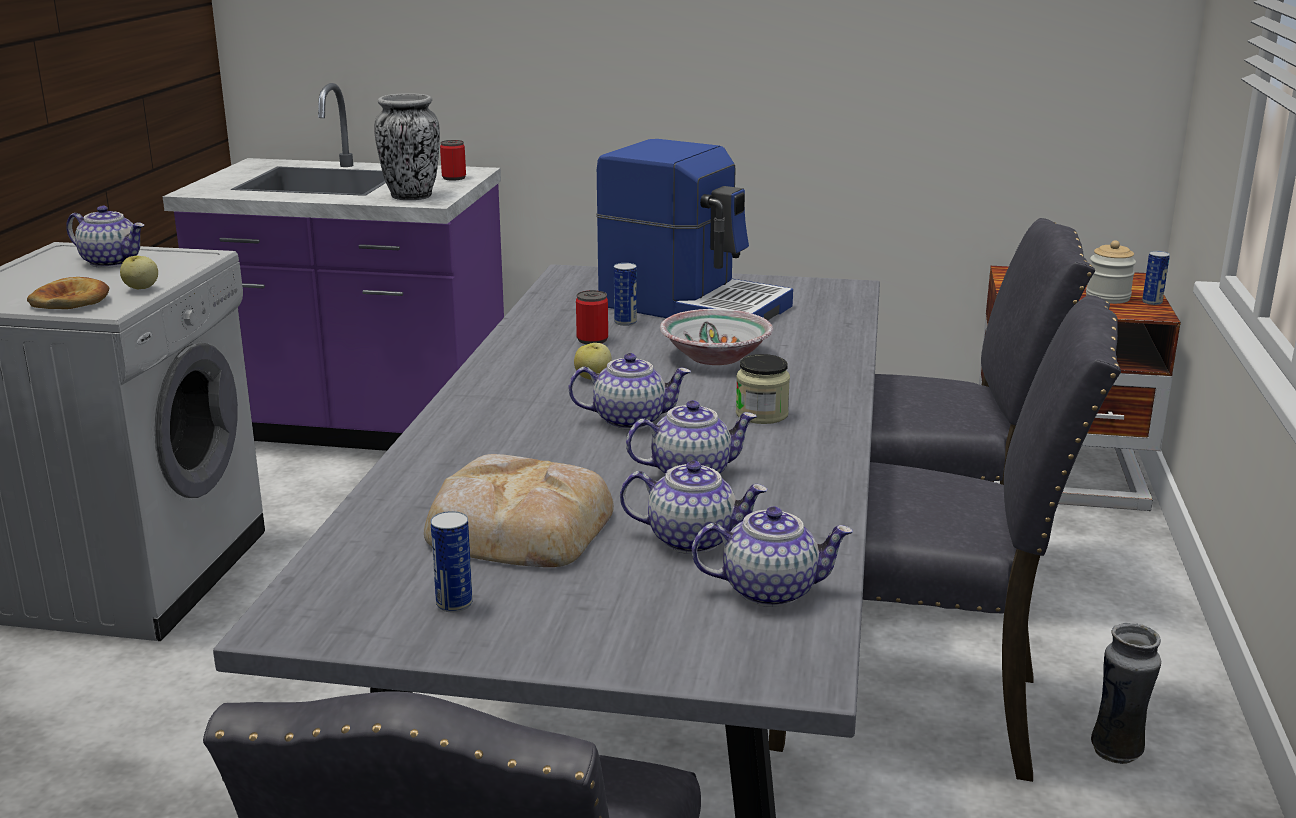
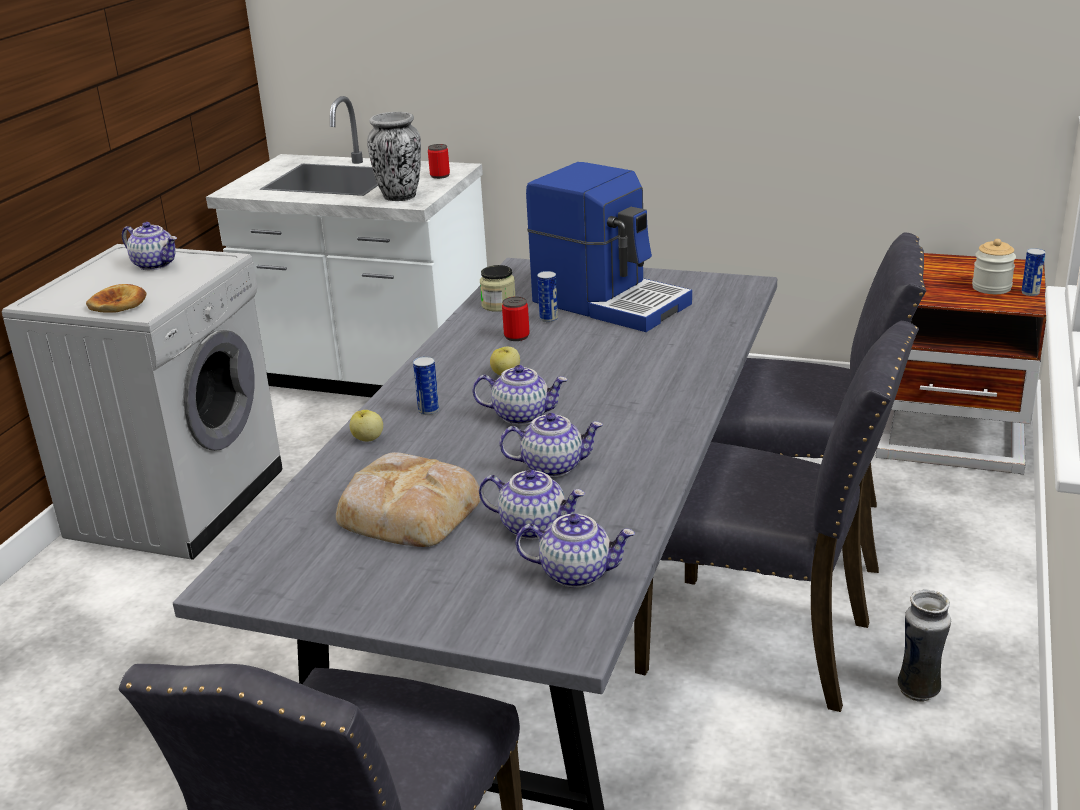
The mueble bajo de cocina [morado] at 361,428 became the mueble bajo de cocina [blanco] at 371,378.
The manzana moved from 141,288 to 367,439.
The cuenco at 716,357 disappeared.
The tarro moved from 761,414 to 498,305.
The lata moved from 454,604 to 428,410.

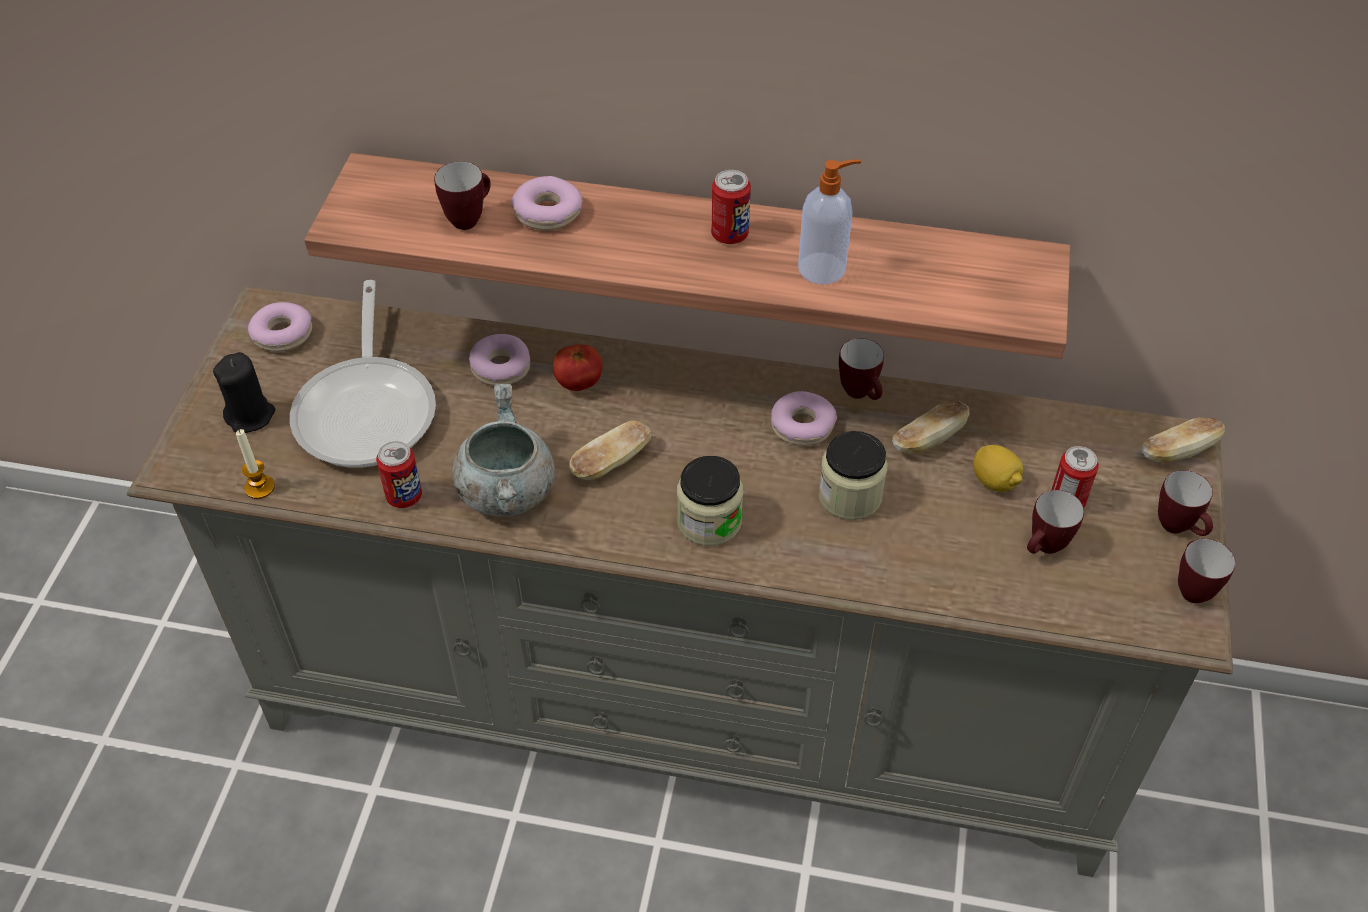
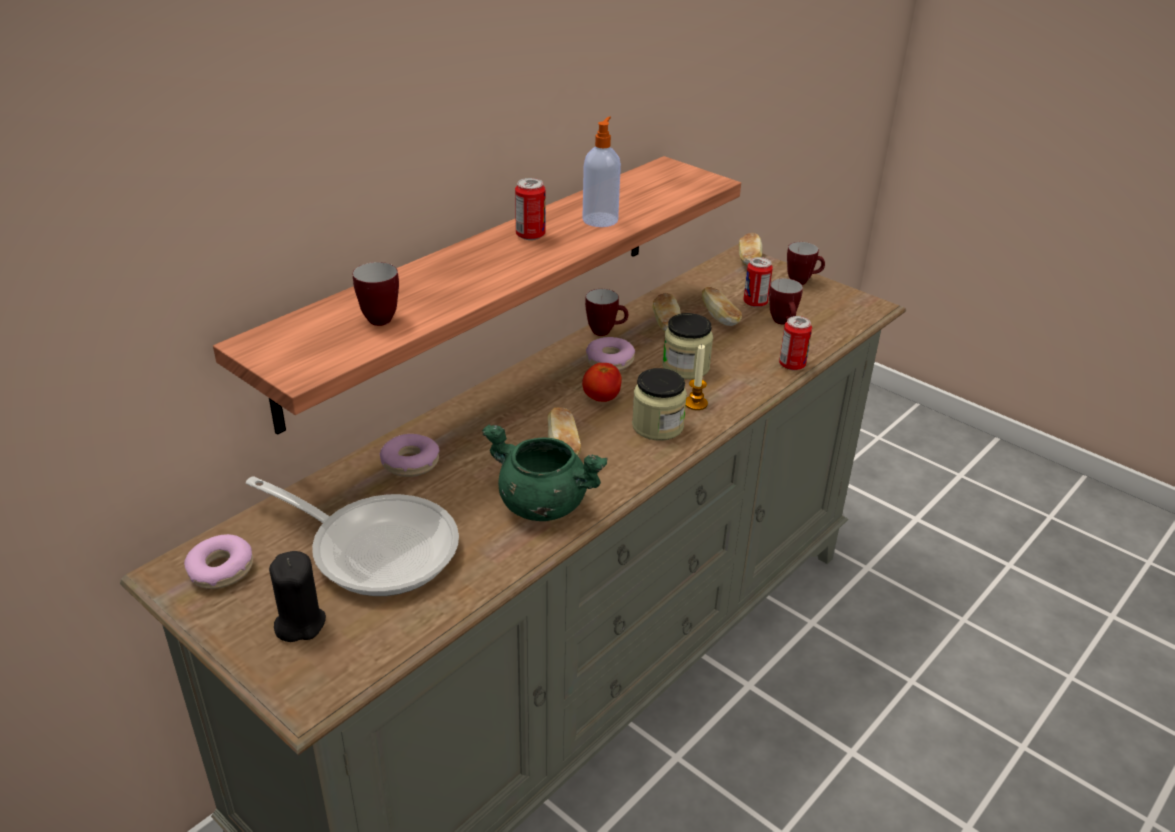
The rosquilla at 548,213 disappeared.
The tomate moved from 579,383 to 601,398.
The olla [gris] at 506,490 became the olla [verde] at 541,504.
The vela moved from 259,487 to 695,403.
The lata moved from 404,496 to 792,365.
The limón at 994,481 was replaced by the pan at 720,317.
The taza grande at 1190,587 disappeared.

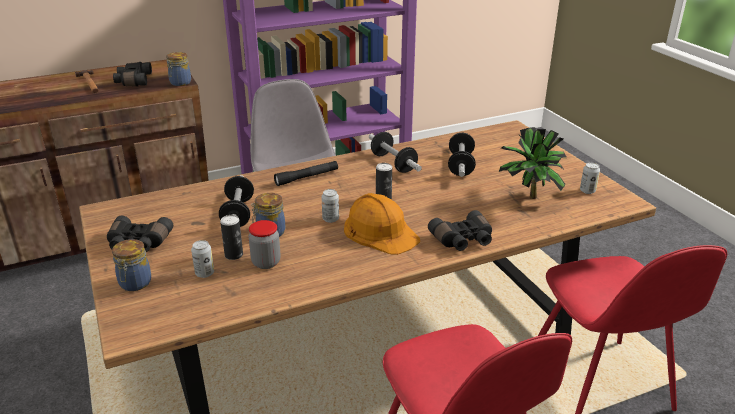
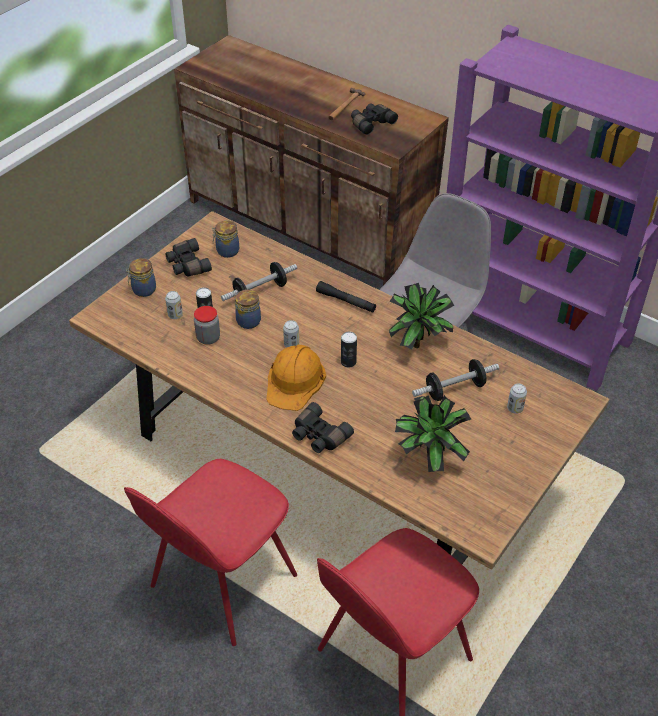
The tarro moved from 180,83 to 226,251.
The mancuerna at 393,163 was replaced by the planta en maceta at 418,343.
The lata moved from 587,191 to 515,408.

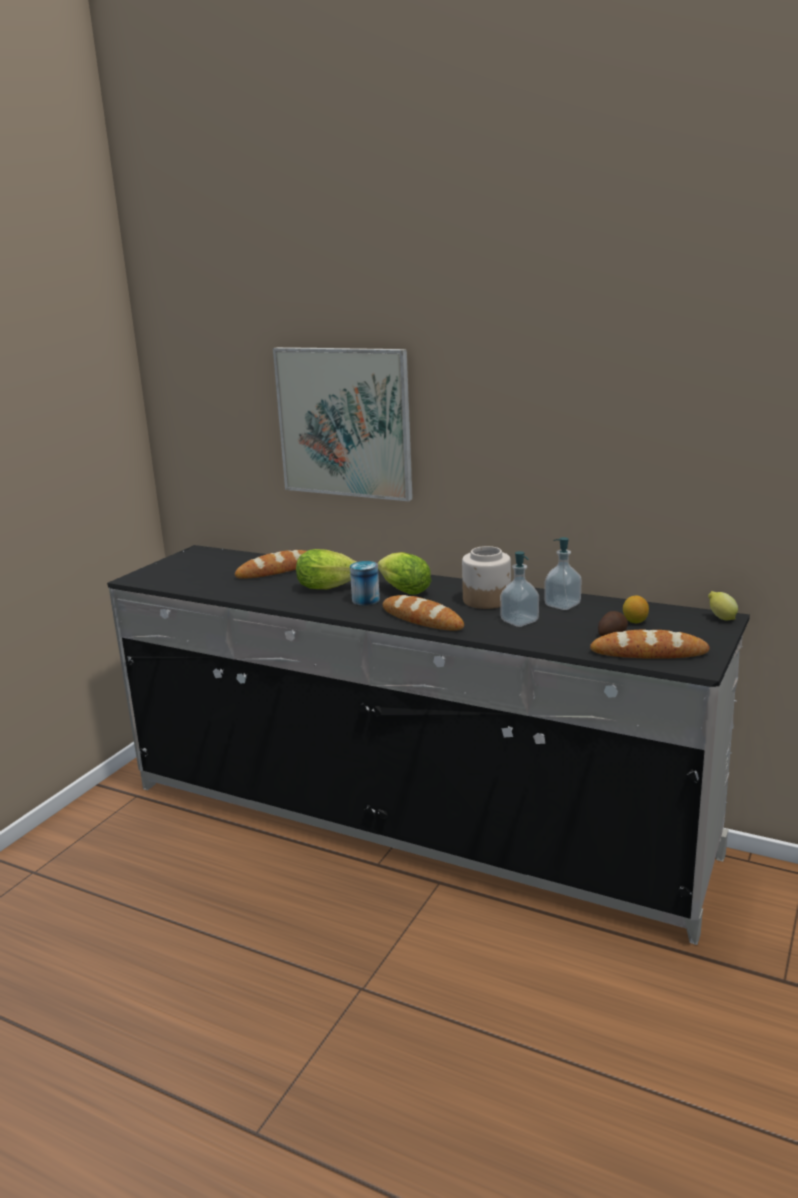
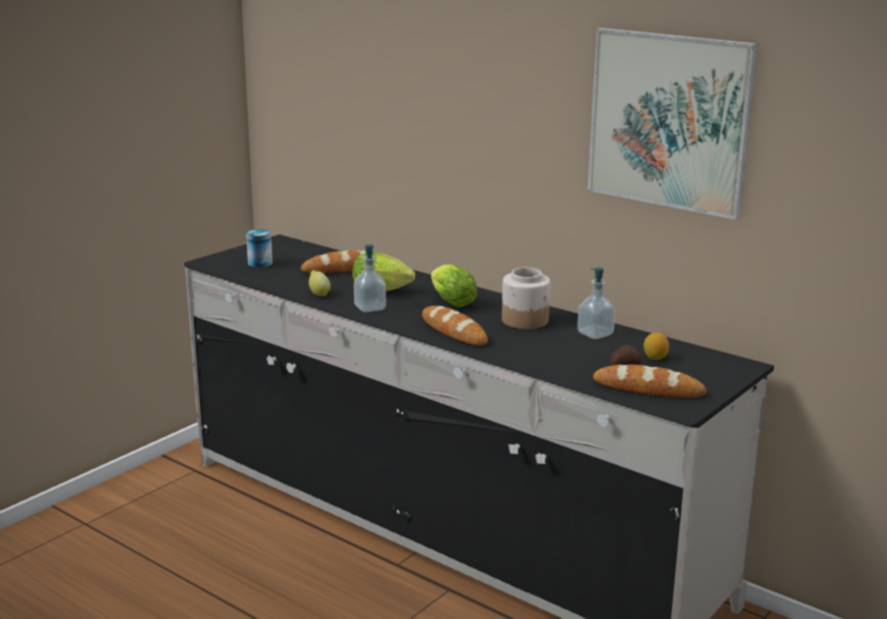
The cuadro moved from 344,422 to 669,121.
The dispensador de jabón moved from 519,621 to 370,308.
The lata moved from 365,600 to 260,263.
The limón moved from 721,618 to 319,294.

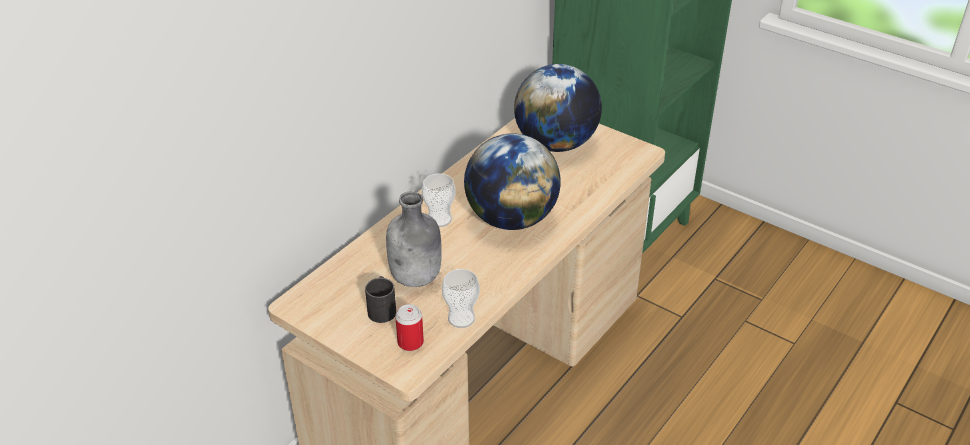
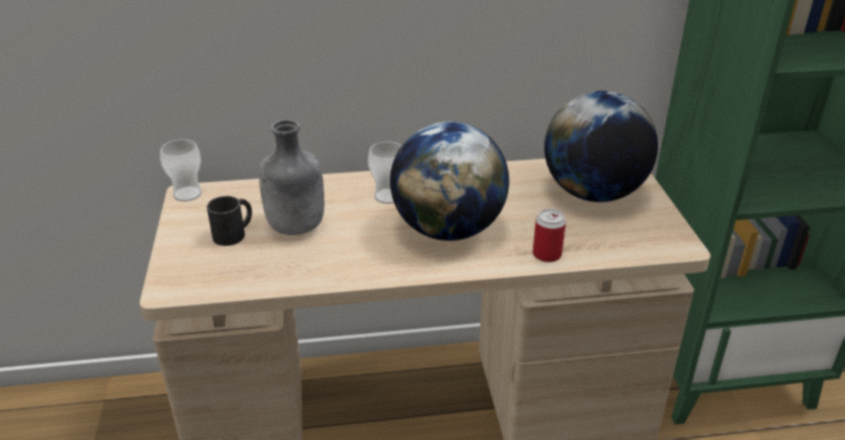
The taza moved from 461,318 to 187,194.
The lata moved from 410,342 to 546,254.

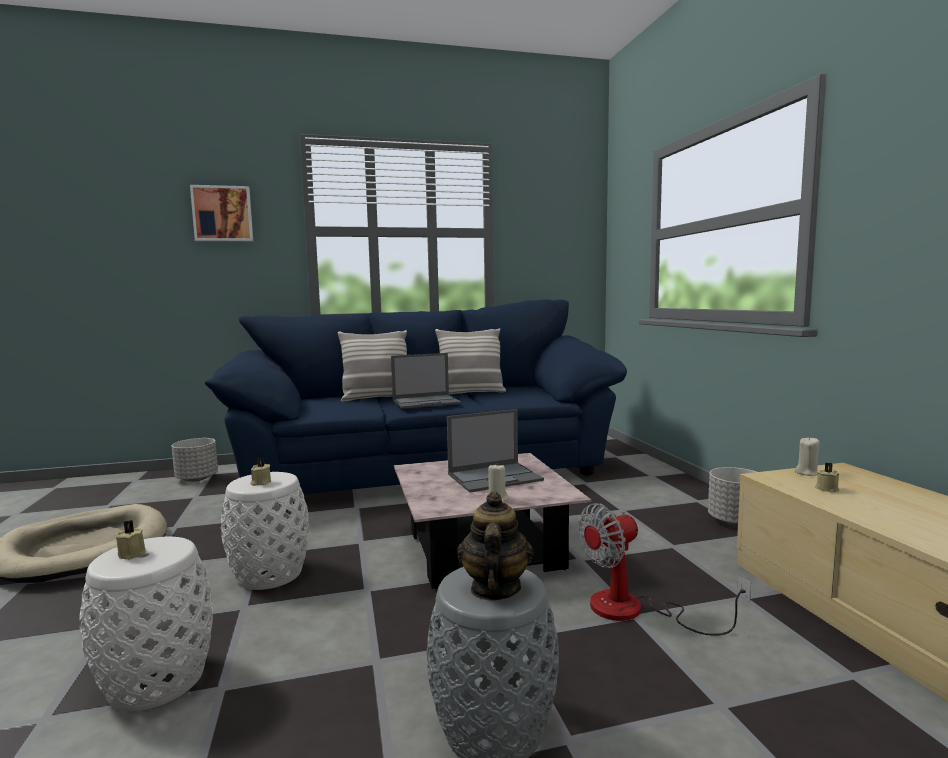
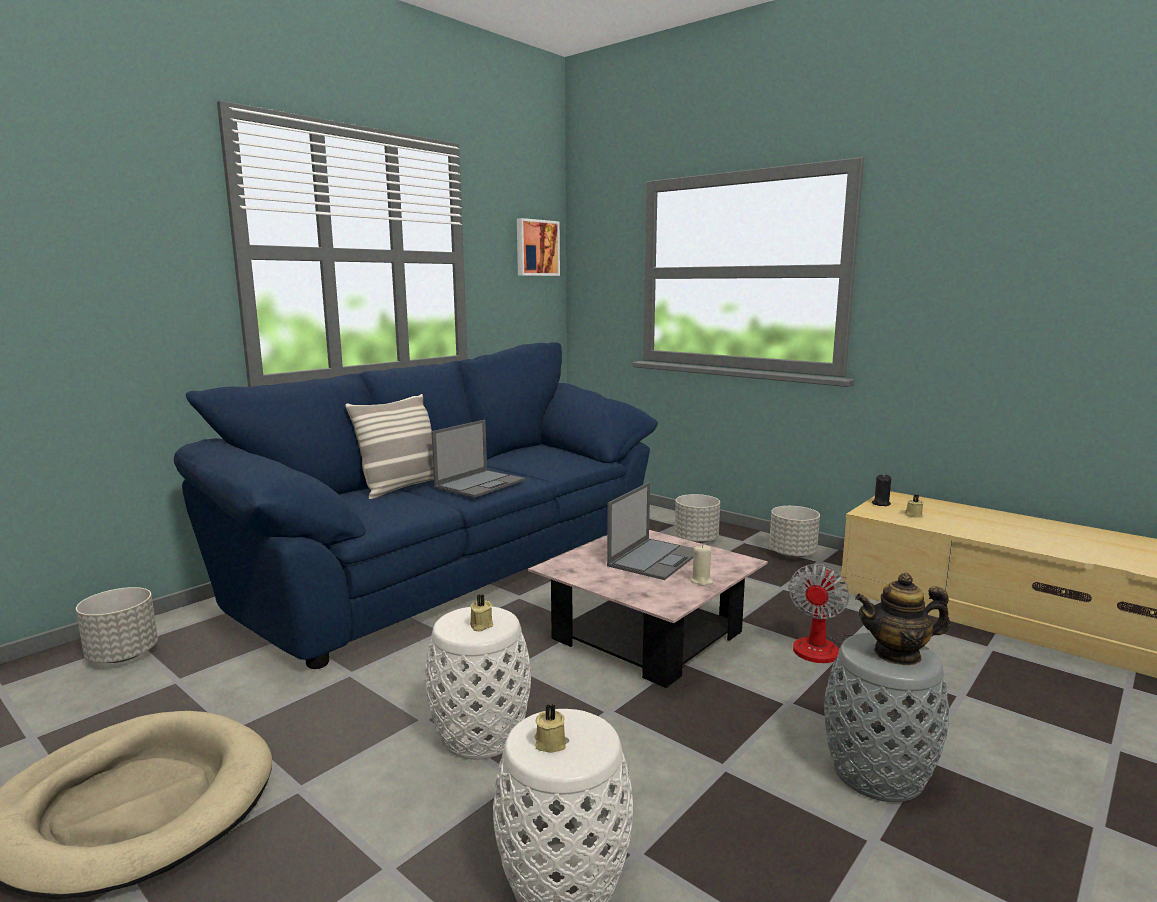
The cuadro moved from 223,214 to 536,248.
The cojín at 471,393 disappeared.
The vela [beis] at 806,472 became the vela [negro] at 880,503.
The tetera at 494,589 turned 60 degrees counterclockwise.
The maceta [gris] at 696,540 appeared.

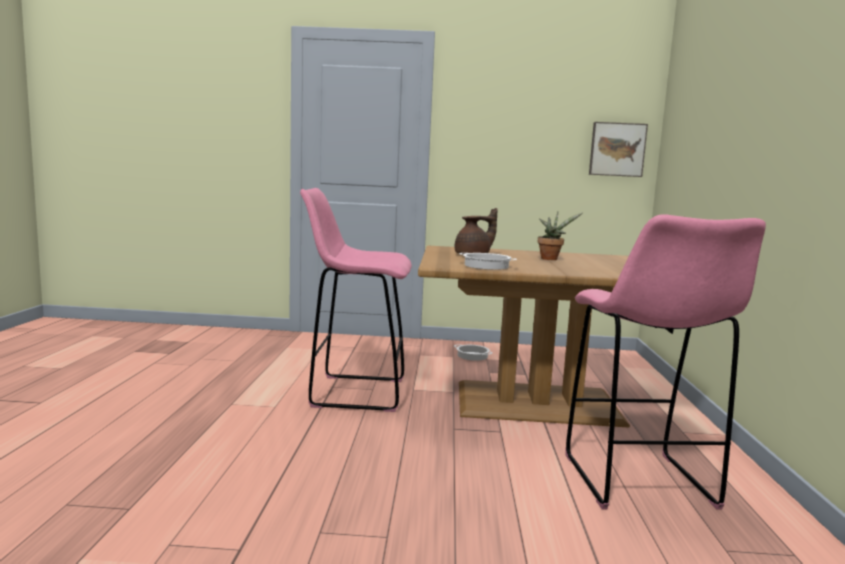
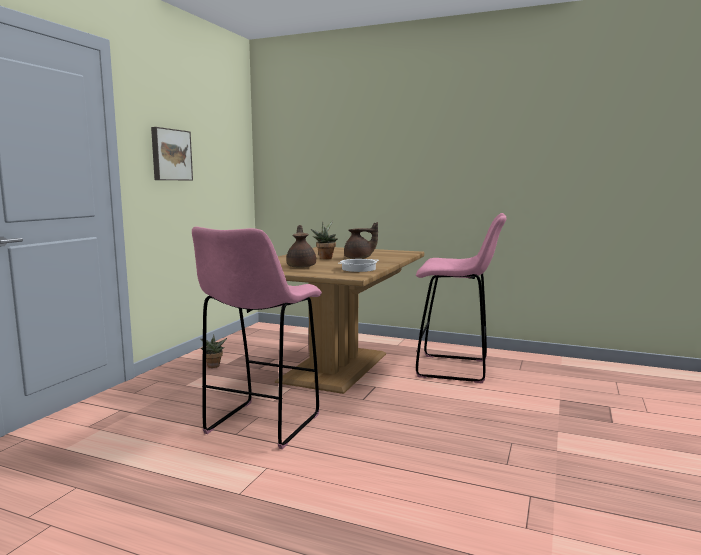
The cuadro moved from 617,149 to 170,155.
The olla at 473,356 was replaced by the planta en maceta at 213,366.
The tetera [marrón] at 359,258 appeared.

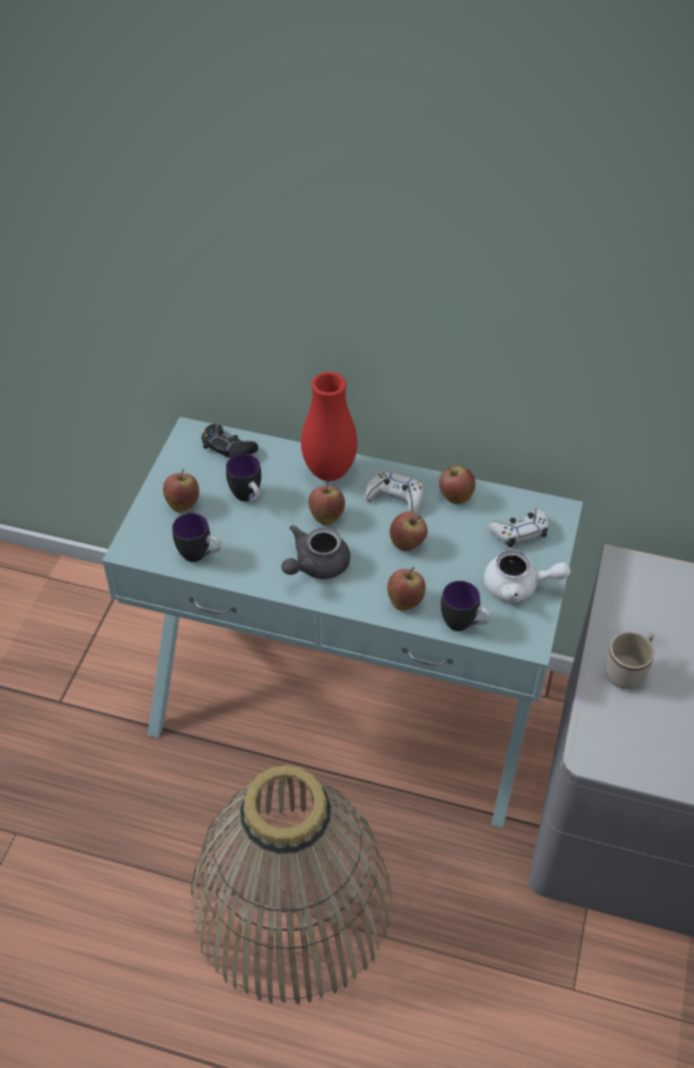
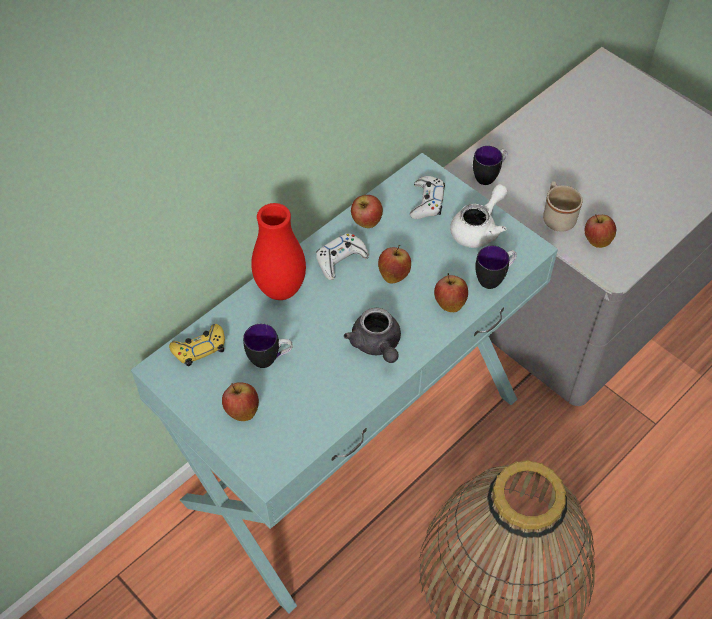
The mando de consola [negro] at 228,448 became the mando de consola [amarillo] at 199,348.
The manzana moved from 326,516 to 596,240.
The taza grande moved from 200,556 to 489,176.

